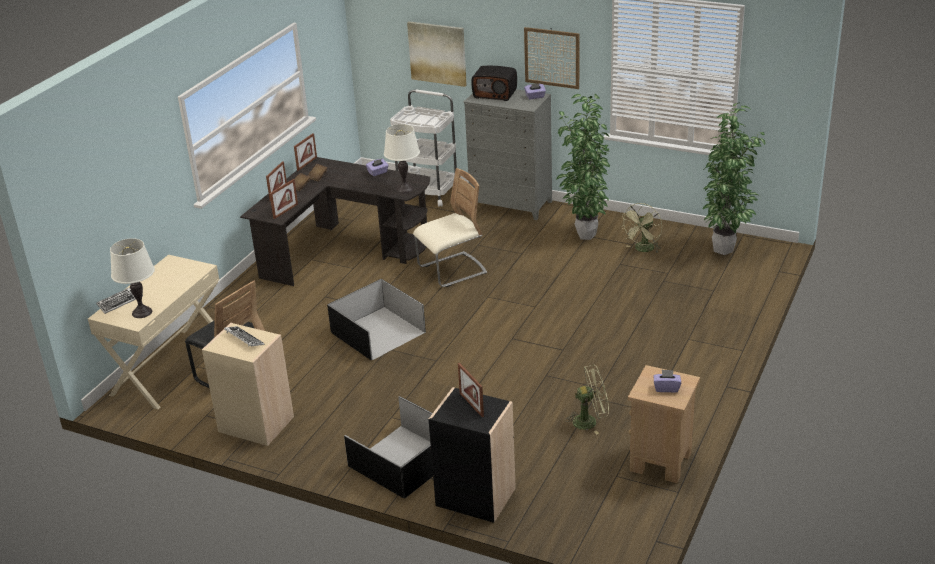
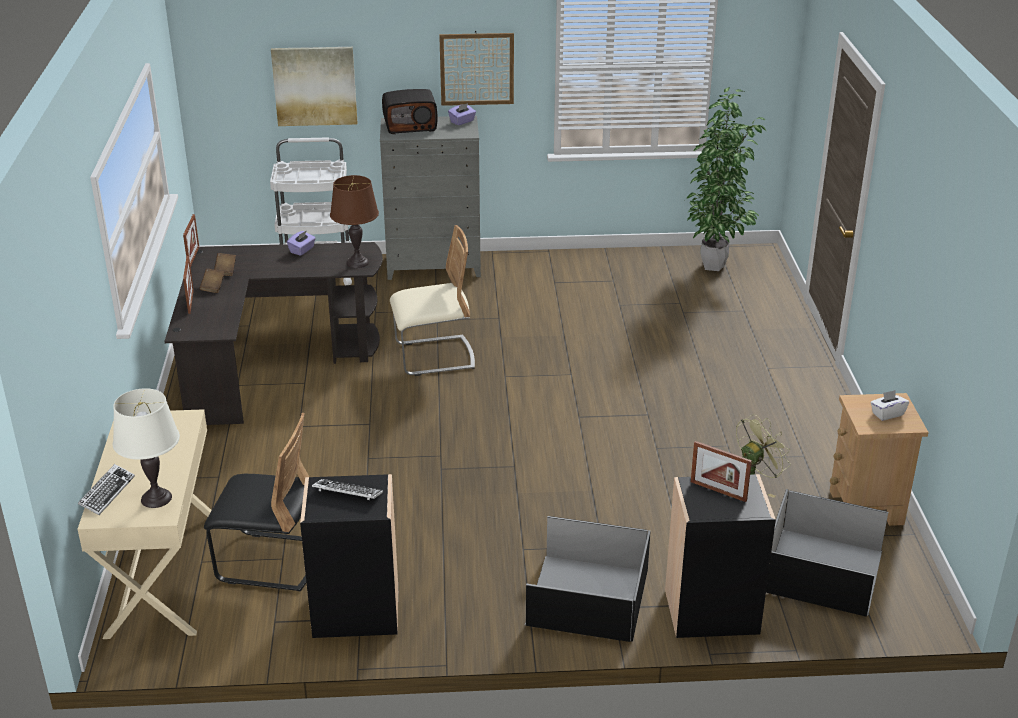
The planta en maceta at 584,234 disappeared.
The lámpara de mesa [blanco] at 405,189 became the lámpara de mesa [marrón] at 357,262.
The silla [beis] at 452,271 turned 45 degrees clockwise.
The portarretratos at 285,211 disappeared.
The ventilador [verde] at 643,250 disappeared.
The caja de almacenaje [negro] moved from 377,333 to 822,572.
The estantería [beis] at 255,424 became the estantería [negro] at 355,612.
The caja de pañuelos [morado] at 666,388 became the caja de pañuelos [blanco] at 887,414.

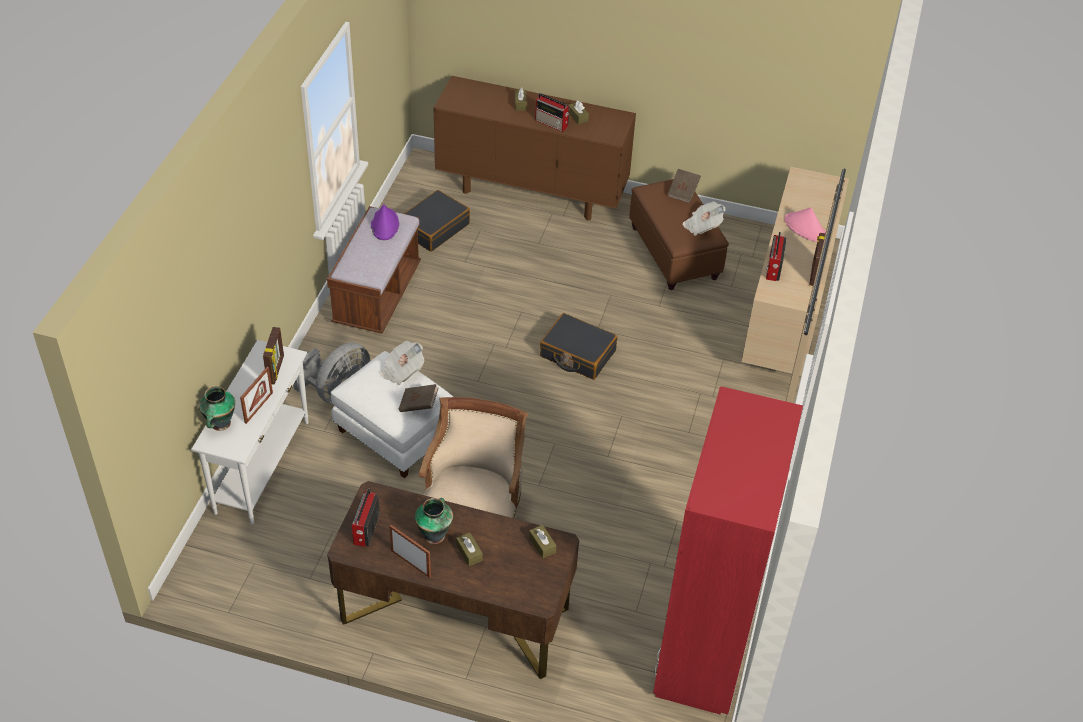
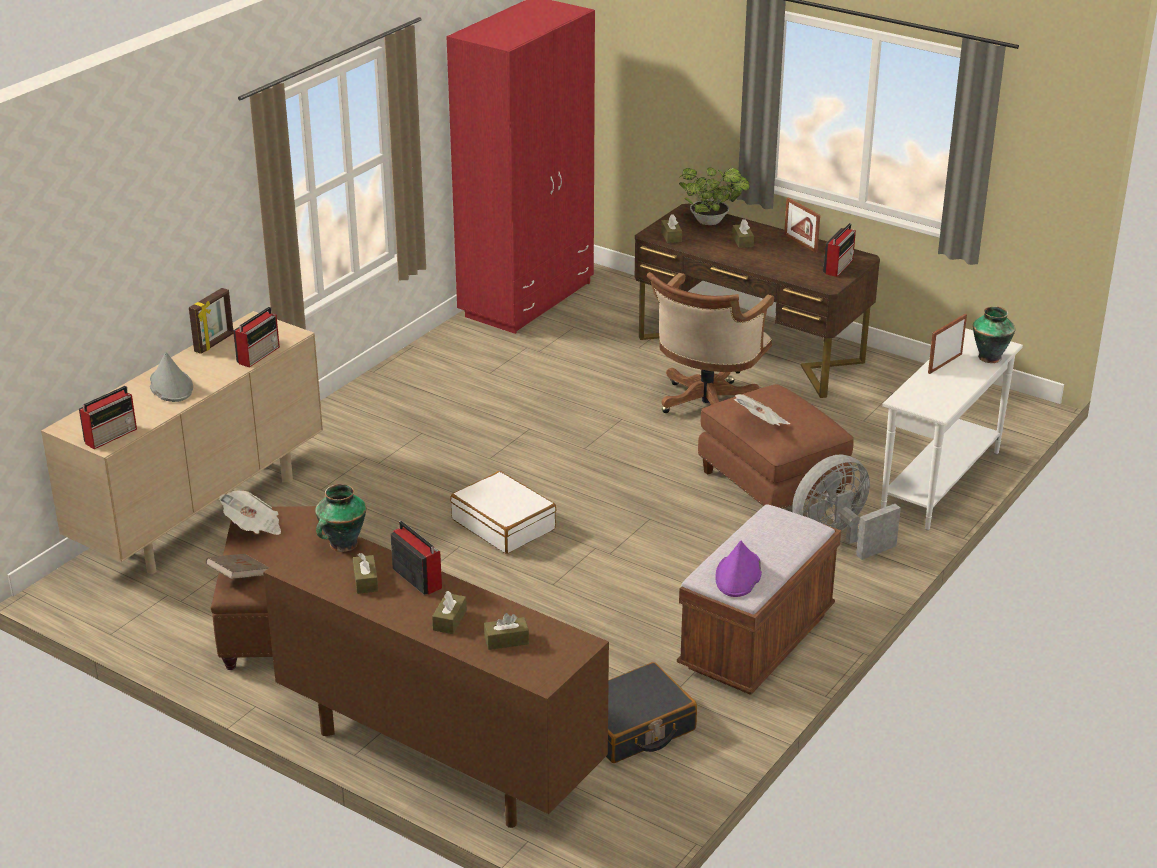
The sombrero [rosa] at 805,228 became the sombrero [gris] at 171,386.
The maleta [negro] at 577,354 became the maleta [blanco] at 504,524.
The portarretratos at 276,370 disappeared.
The puf [blanco] at 394,435 became the puf [marrón] at 773,485.
The libro [marrón] at 418,405 disappeared.
The florero moved from 435,534 to 342,545.
The planta en maceta at 712,222 appeared.
The radio at 112,435 appeared.
The caja de pañuelos [marrón] at 506,640 appeared.

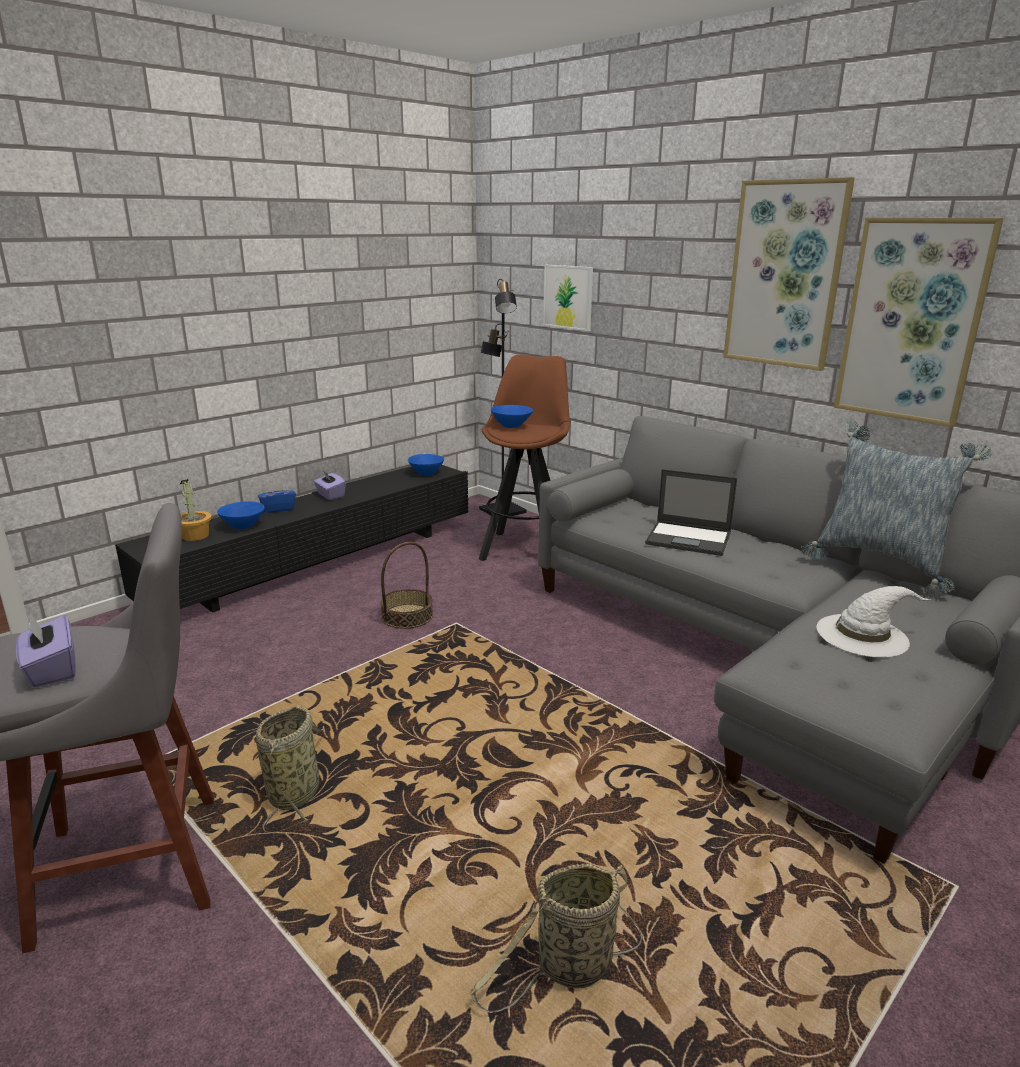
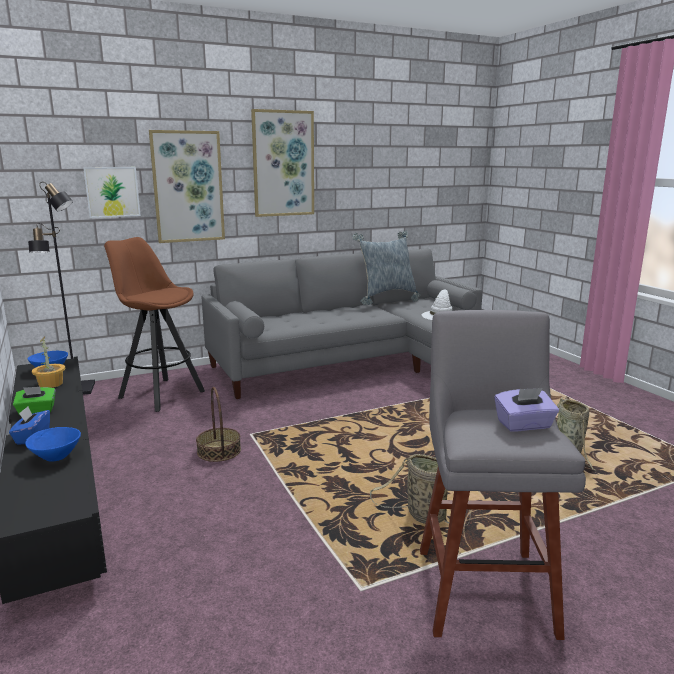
The cuadro moved from 912,321 to 188,187.
The cuenco [azul] at 511,426 disappeared.
The portátil at 689,539 disappeared.
The caja de pañuelos [morado] at 330,495 became the caja de pañuelos [verde] at 36,411.
The planta en maceta moved from 195,536 to 51,384.

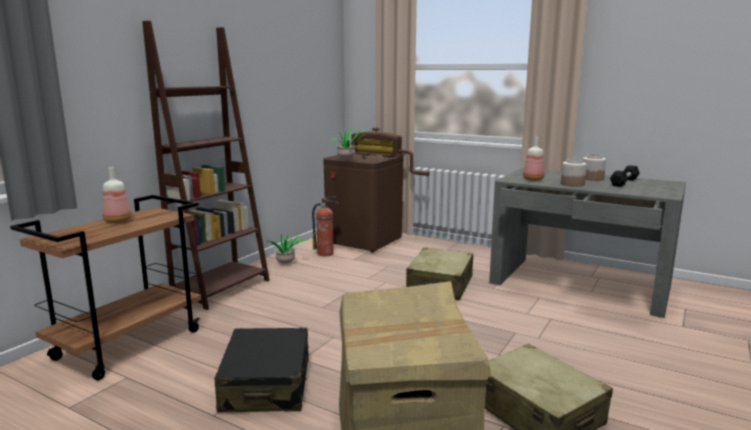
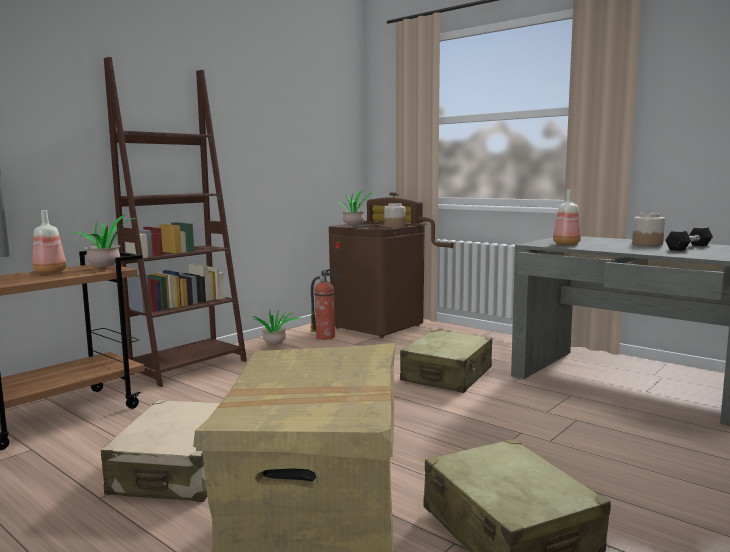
The tarro moved from 572,184 to 394,226.
The maleta [negro] at 266,384 became the maleta [beis] at 180,469.
The planta en maceta at 107,268 appeared.

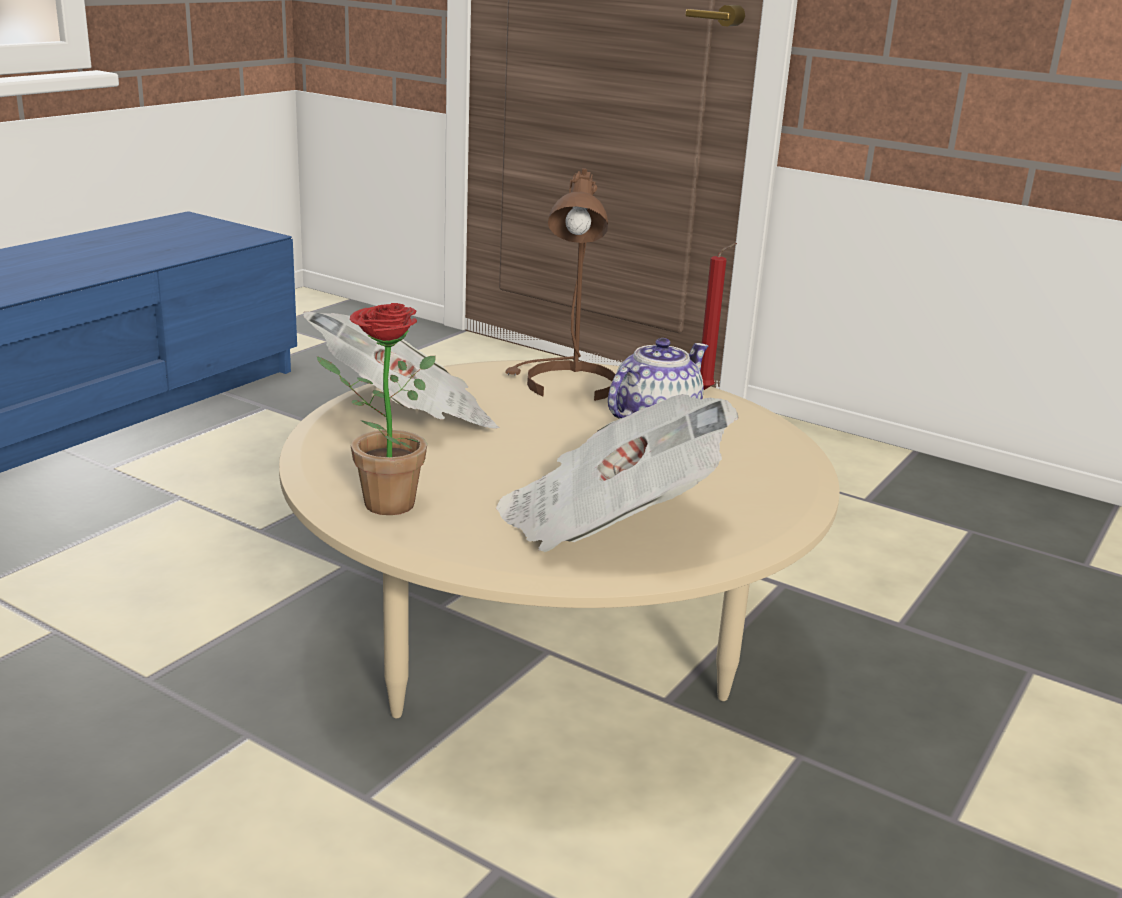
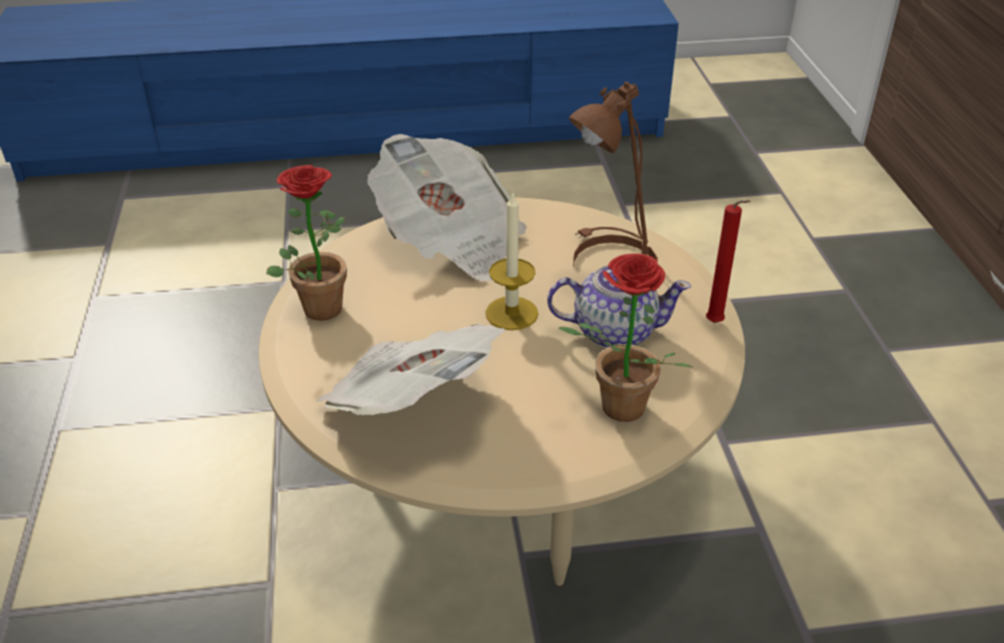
The vela at 511,313 appeared.
The planta en maceta at 615,411 appeared.

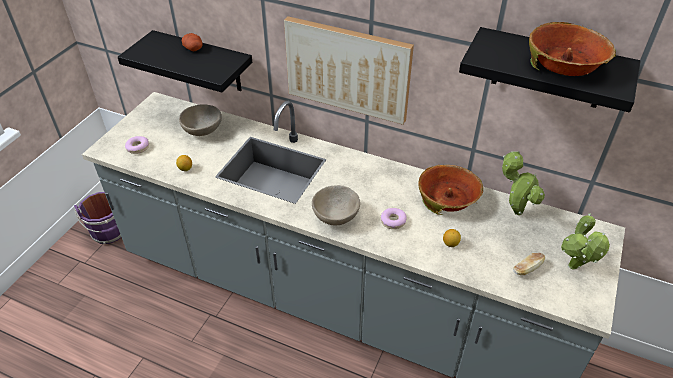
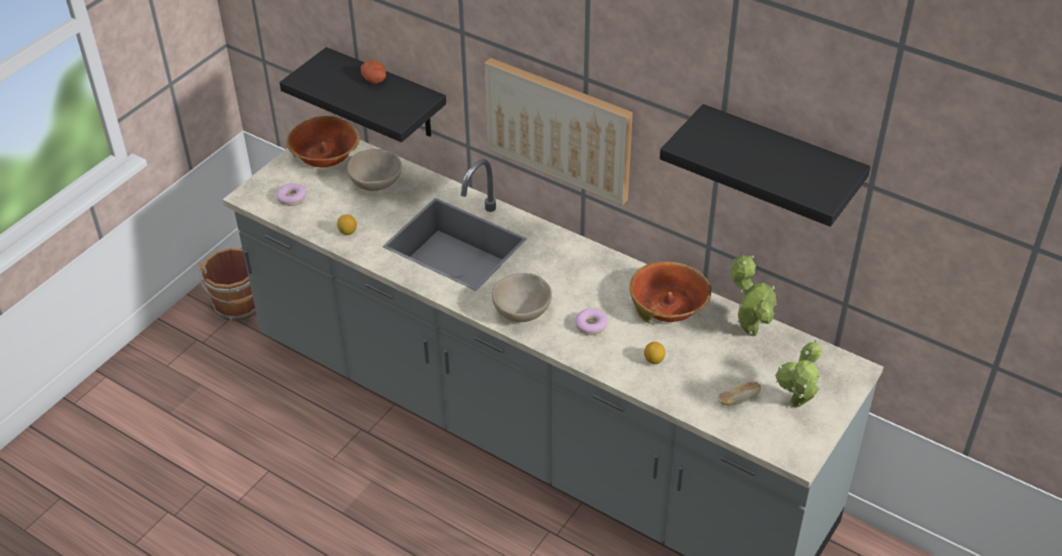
The cuenco moved from 565,65 to 325,155.
The cubo [morado] at 109,232 became the cubo [marrón] at 239,306.

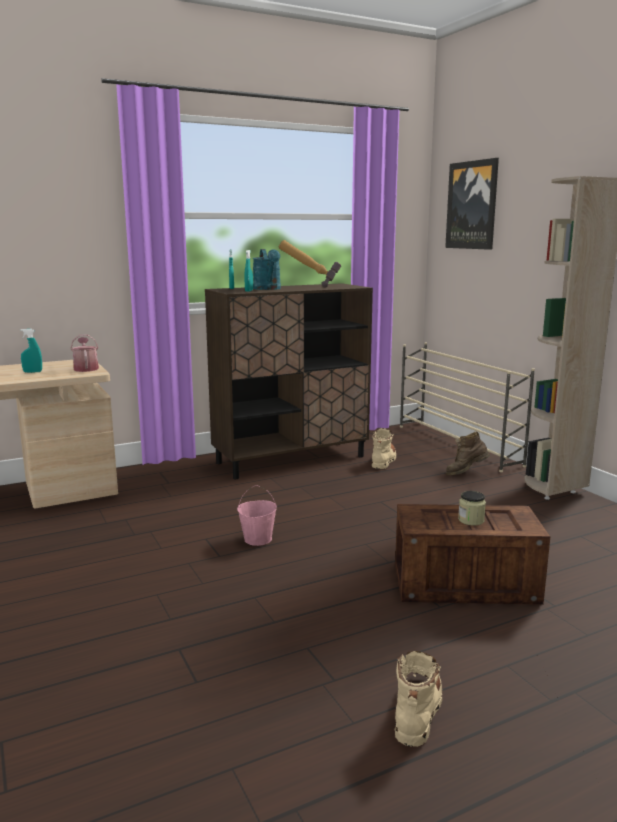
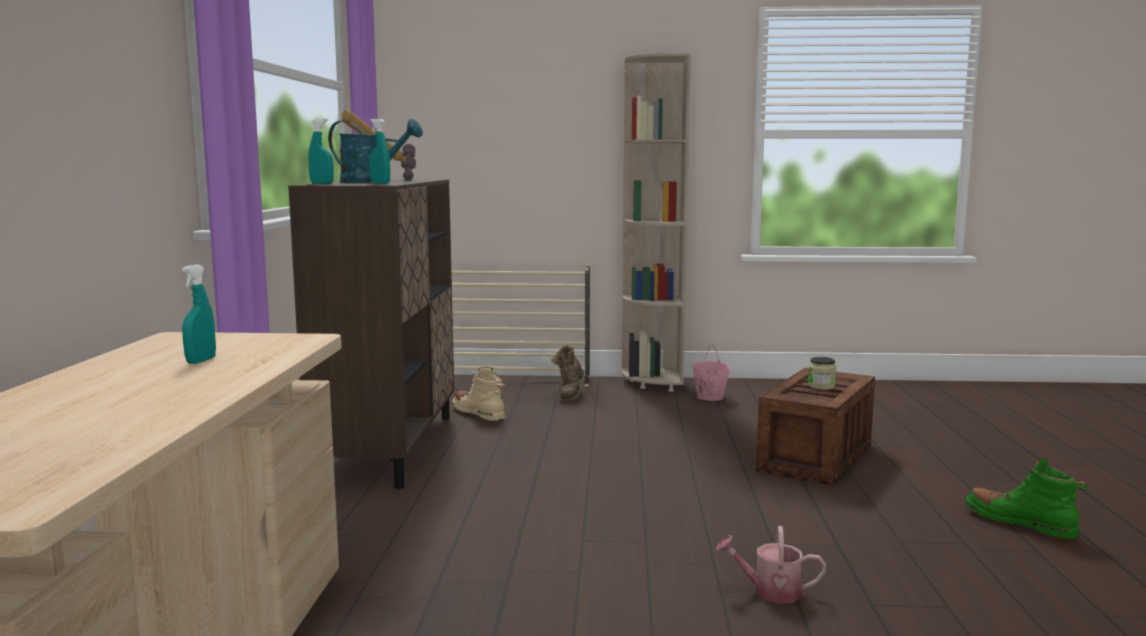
The cuadro at 472,205 disappeared.
The regadera moved from 86,368 to 769,591.
The cubo [rosa] moved from 258,539 to 709,397.
The bota [beis] at 418,709 became the bota [verde] at 1020,523.

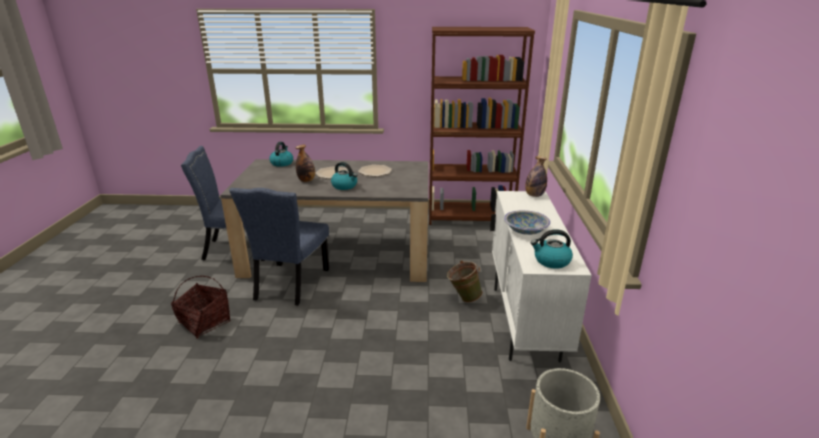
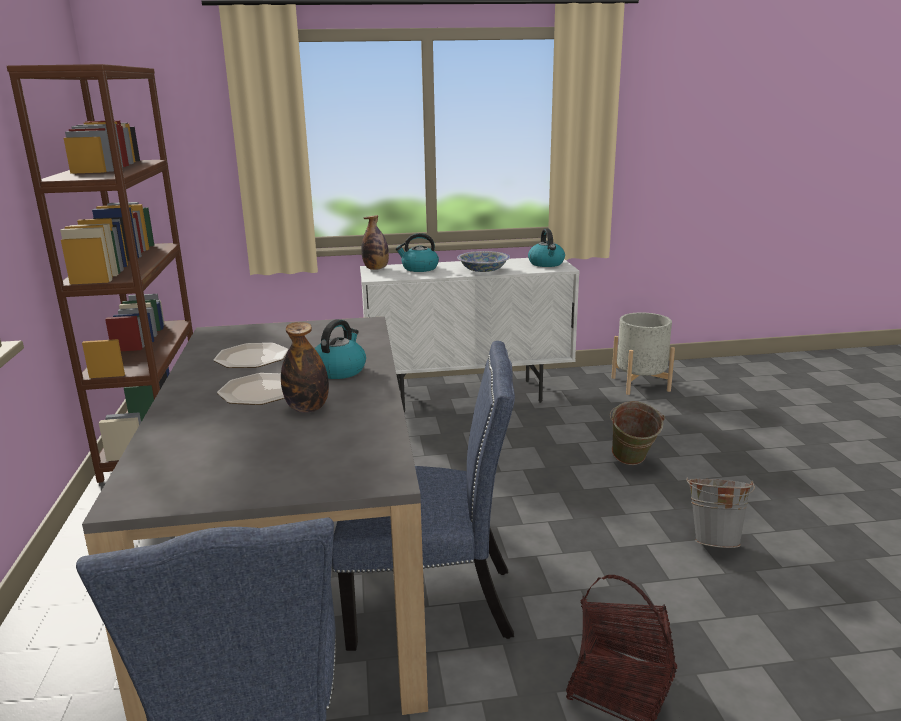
The hervidor moved from 282,163 to 419,268.
The cubo [verde] moved from 463,298 to 631,464.
The cubo [gris] at 714,540 appeared.

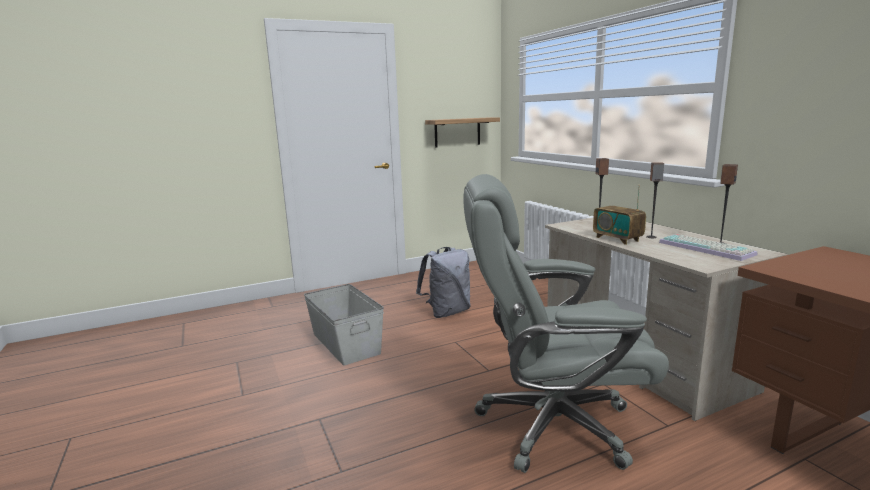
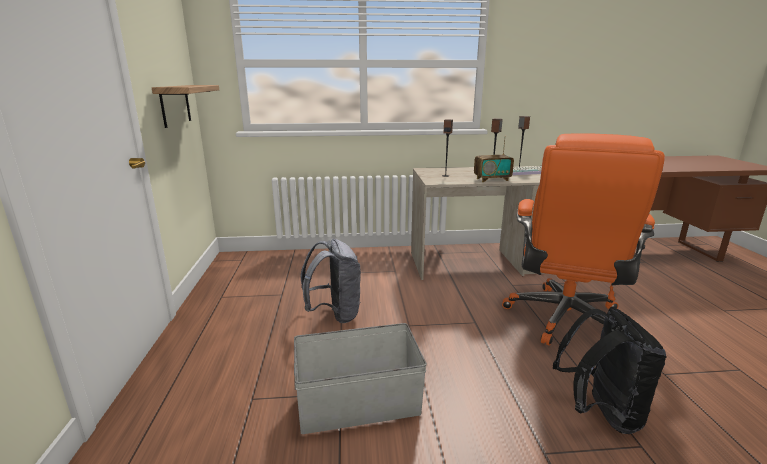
The silla de oficina [gris] at 554,425 became the silla de oficina [naranja] at 564,317.
The mochila [negro] at 600,412 appeared.

